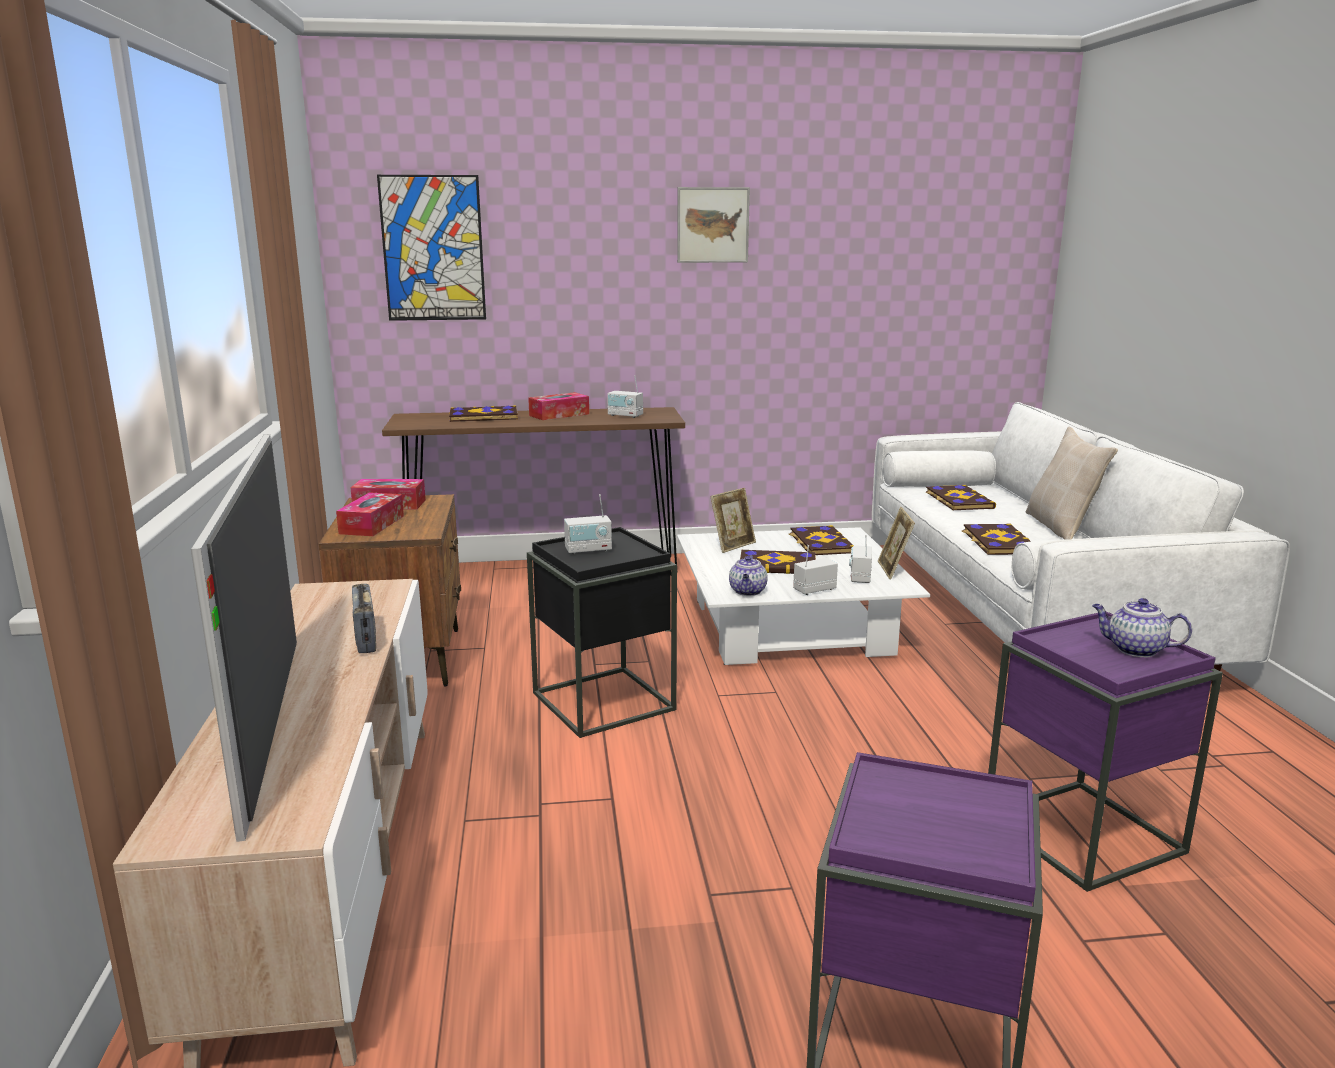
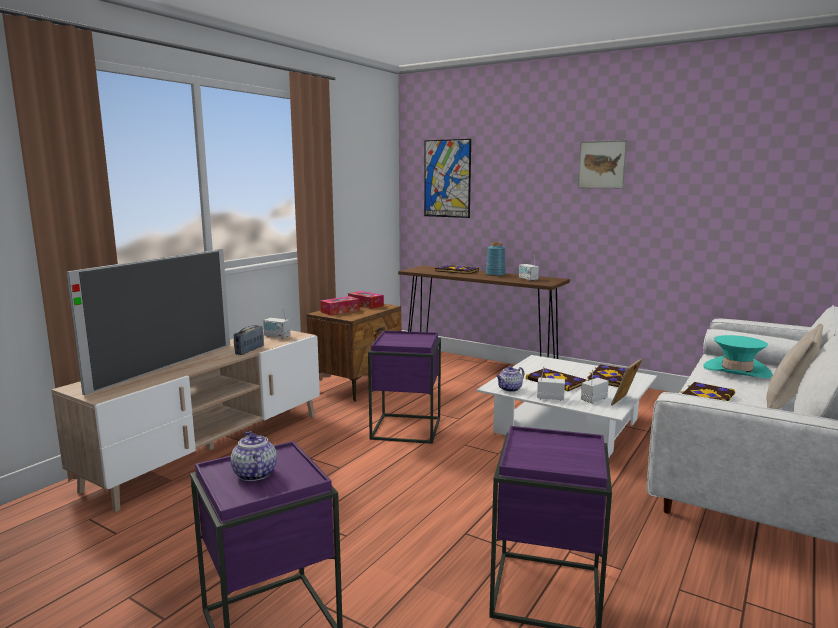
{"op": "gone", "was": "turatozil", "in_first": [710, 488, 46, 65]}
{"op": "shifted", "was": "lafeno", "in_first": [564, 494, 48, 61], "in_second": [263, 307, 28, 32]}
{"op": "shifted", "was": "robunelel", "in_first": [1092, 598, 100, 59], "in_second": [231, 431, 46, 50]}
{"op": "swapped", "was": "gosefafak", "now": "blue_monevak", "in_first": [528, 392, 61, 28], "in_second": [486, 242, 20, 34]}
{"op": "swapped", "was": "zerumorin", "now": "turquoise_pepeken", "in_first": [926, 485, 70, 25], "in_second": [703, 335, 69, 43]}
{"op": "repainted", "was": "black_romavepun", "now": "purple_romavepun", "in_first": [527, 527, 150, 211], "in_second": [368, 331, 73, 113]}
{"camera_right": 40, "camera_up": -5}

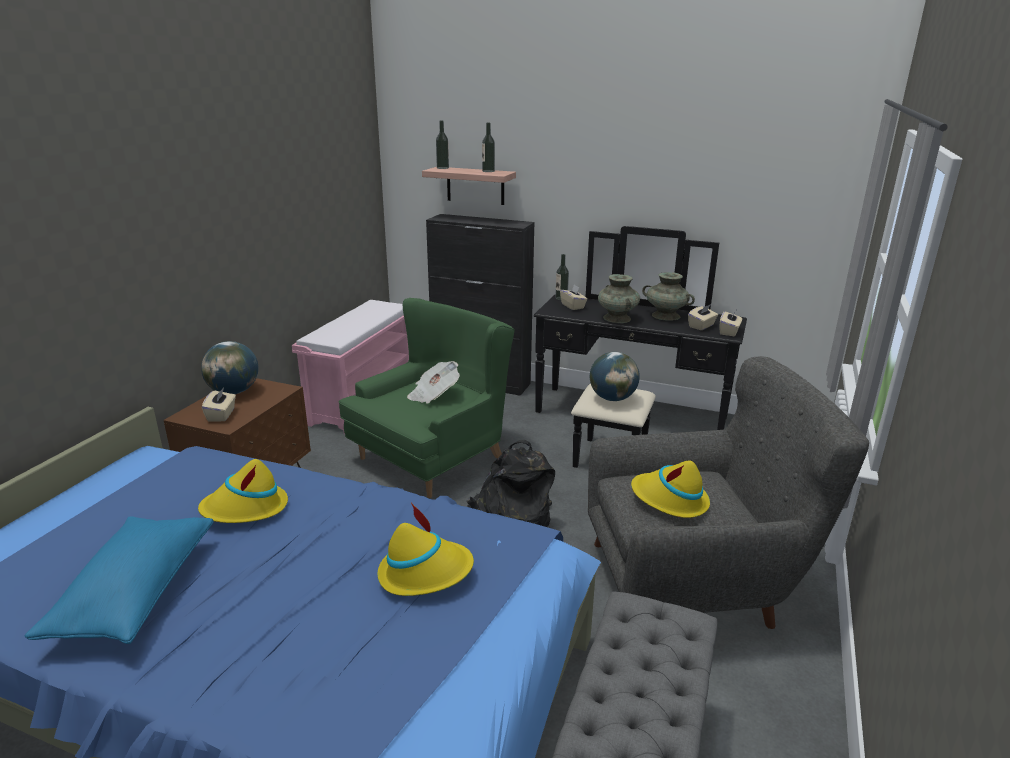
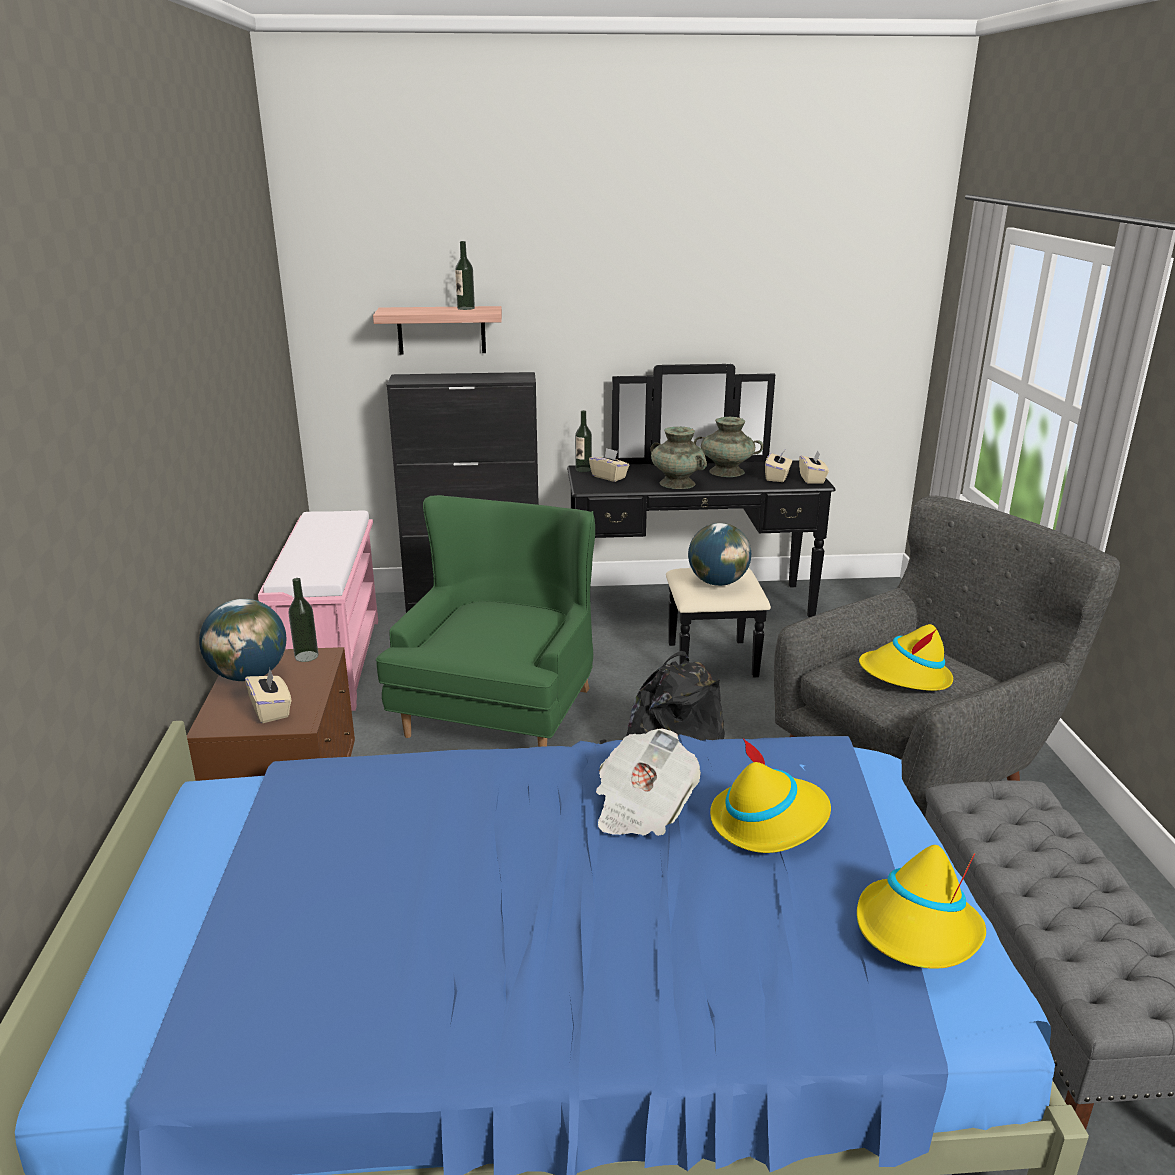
{"op": "gone", "was": "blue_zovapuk", "in_first": [25, 516, 189, 128]}
{"op": "shifted", "was": "yellow_pepeken", "in_first": [198, 459, 90, 64], "in_second": [857, 845, 129, 124]}
{"op": "shifted", "was": "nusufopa", "in_first": [407, 361, 53, 43], "in_second": [596, 728, 105, 108]}
{"op": "shifted", "was": "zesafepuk", "in_first": [436, 121, 13, 48], "in_second": [288, 578, 30, 84]}
{"camera_right": -25, "camera_up": 0}

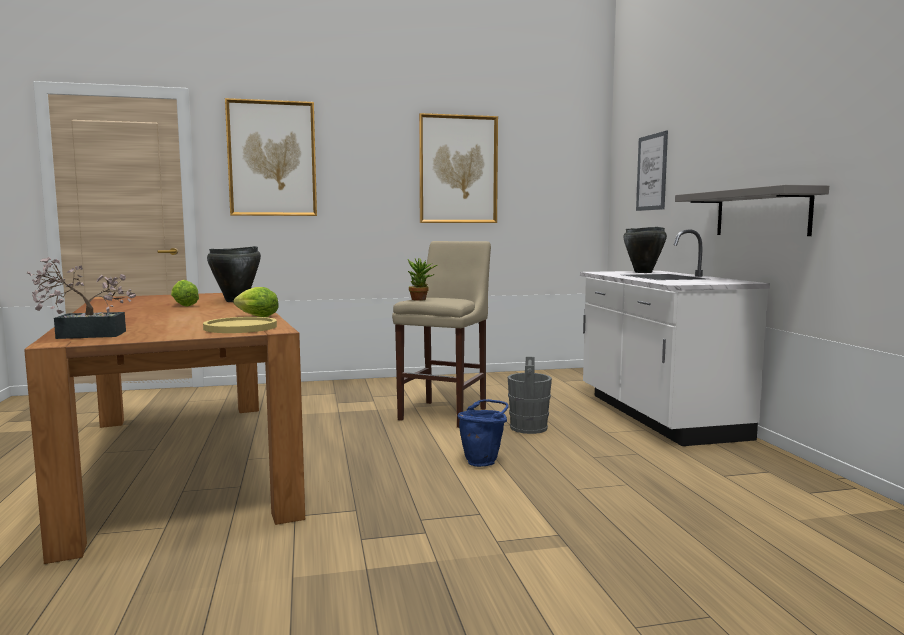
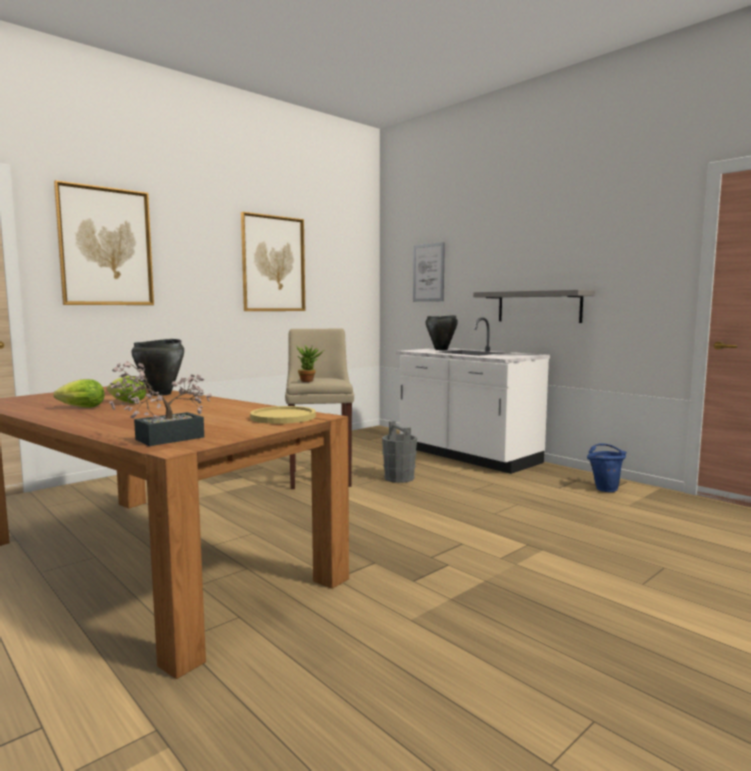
{"op": "shifted", "was": "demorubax", "in_first": [233, 287, 46, 30], "in_second": [54, 379, 51, 29]}
{"op": "shifted", "was": "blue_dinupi", "in_first": [457, 399, 51, 68], "in_second": [587, 443, 39, 49]}
{"camera_right": -30, "camera_up": 0}

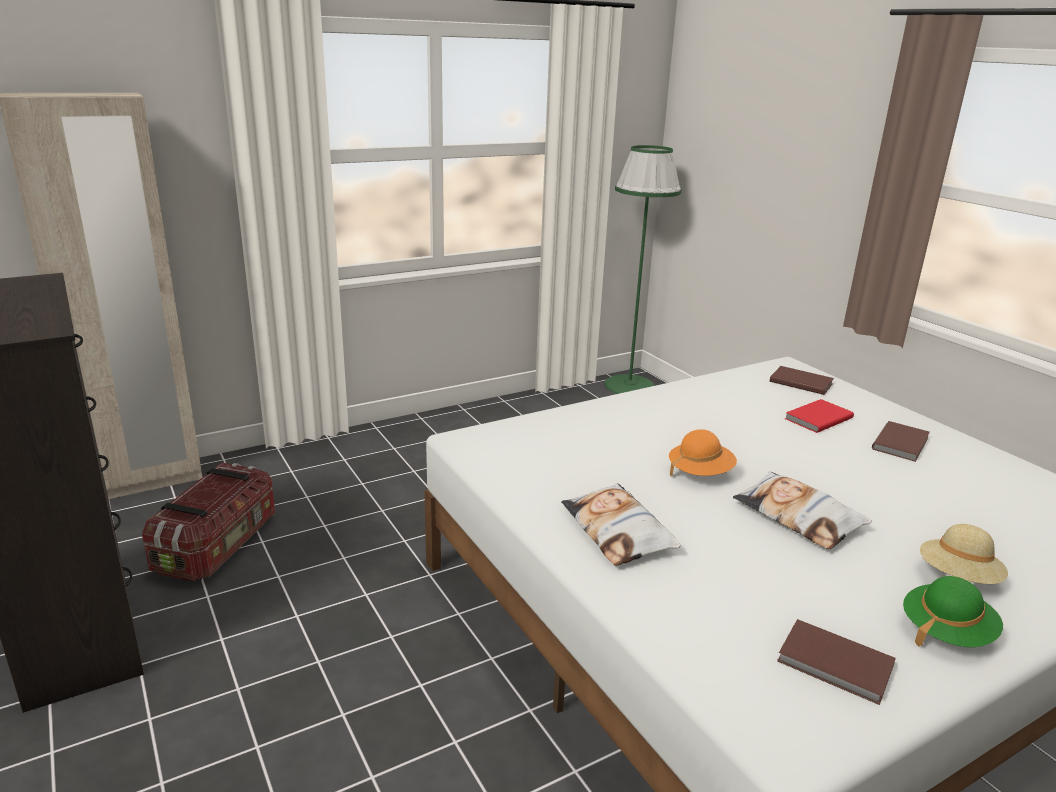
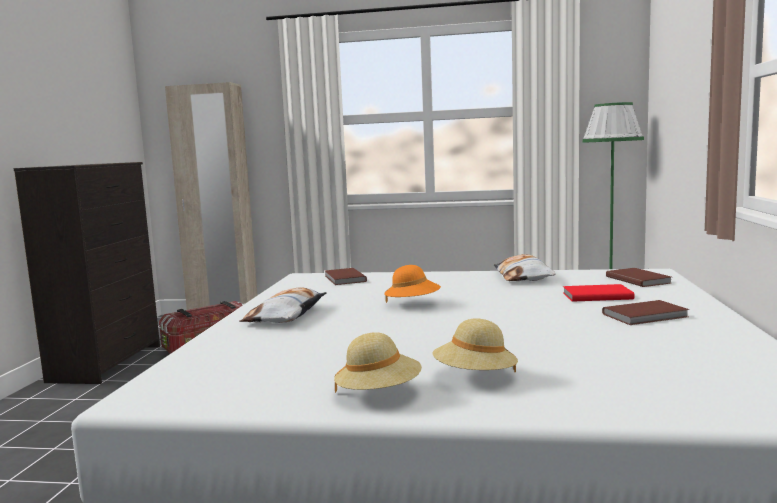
{"op": "shifted", "was": "zovapuk", "in_first": [733, 472, 139, 78], "in_second": [494, 254, 61, 27]}
{"op": "shifted", "was": "brown_zerumorin", "in_first": [777, 619, 119, 86], "in_second": [325, 268, 42, 17]}
{"op": "repainted", "was": "green_pepeken", "now": "beige_pepeken", "in_first": [903, 576, 100, 71], "in_second": [334, 332, 88, 61]}
{"camera_right": 40, "camera_up": -15}

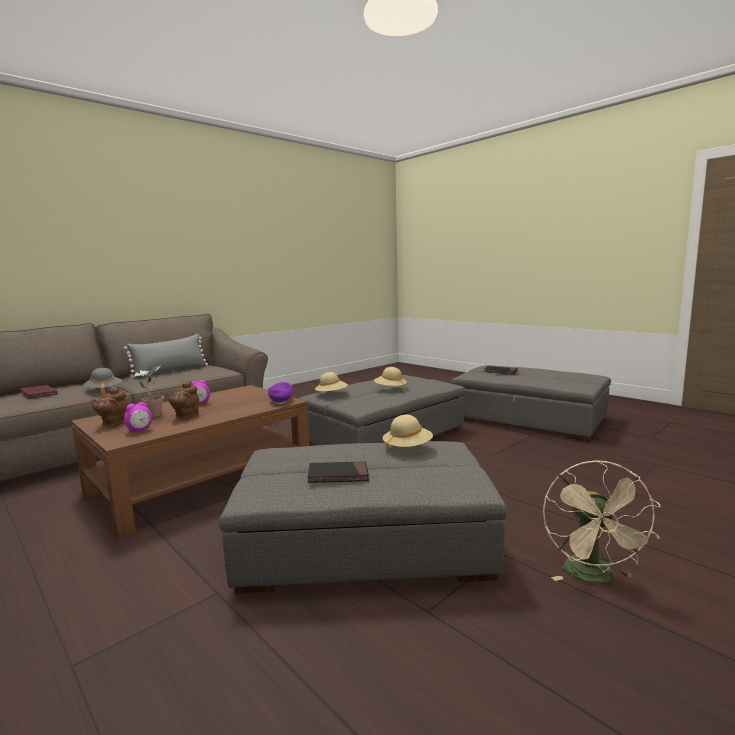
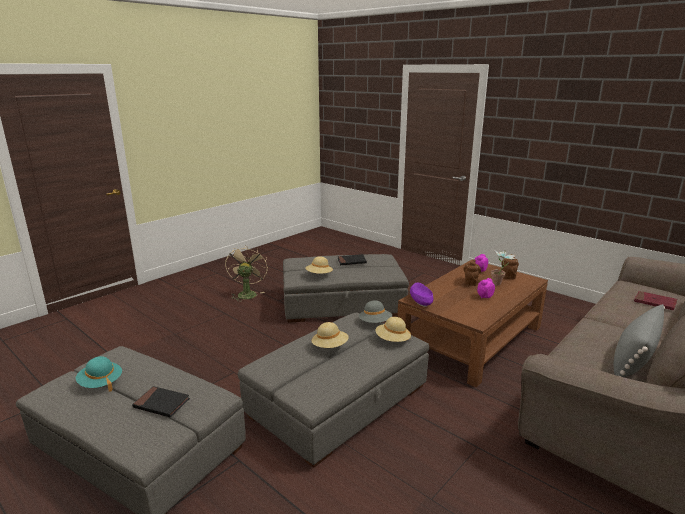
{"op": "new", "now": "turquoise_pepeken", "in_second": [76, 356, 46, 36]}
{"op": "shifted", "was": "grey_pepeken", "in_first": [84, 368, 38, 27], "in_second": [359, 300, 33, 23]}
{"camera_right": 175, "camera_up": 10}

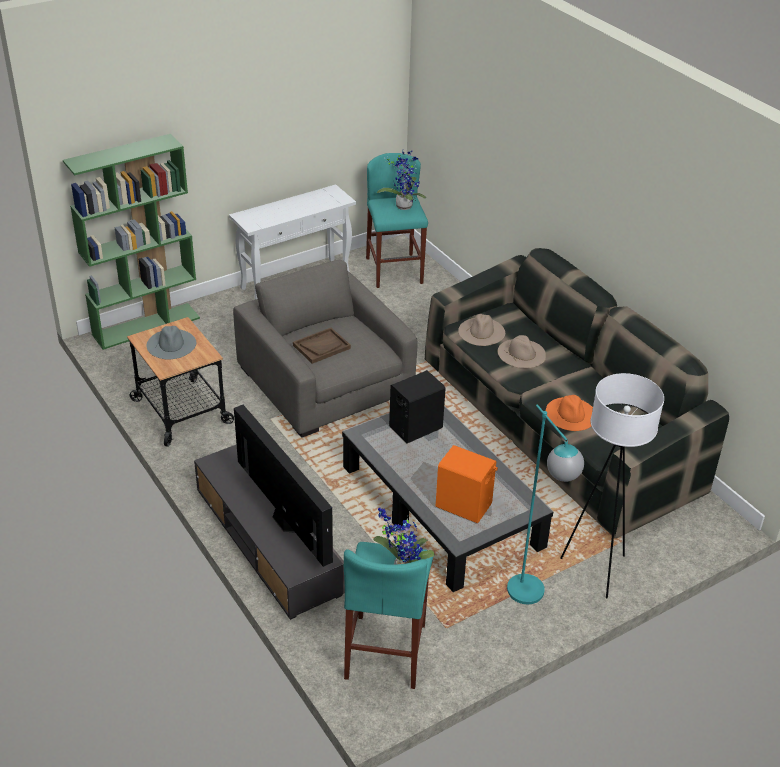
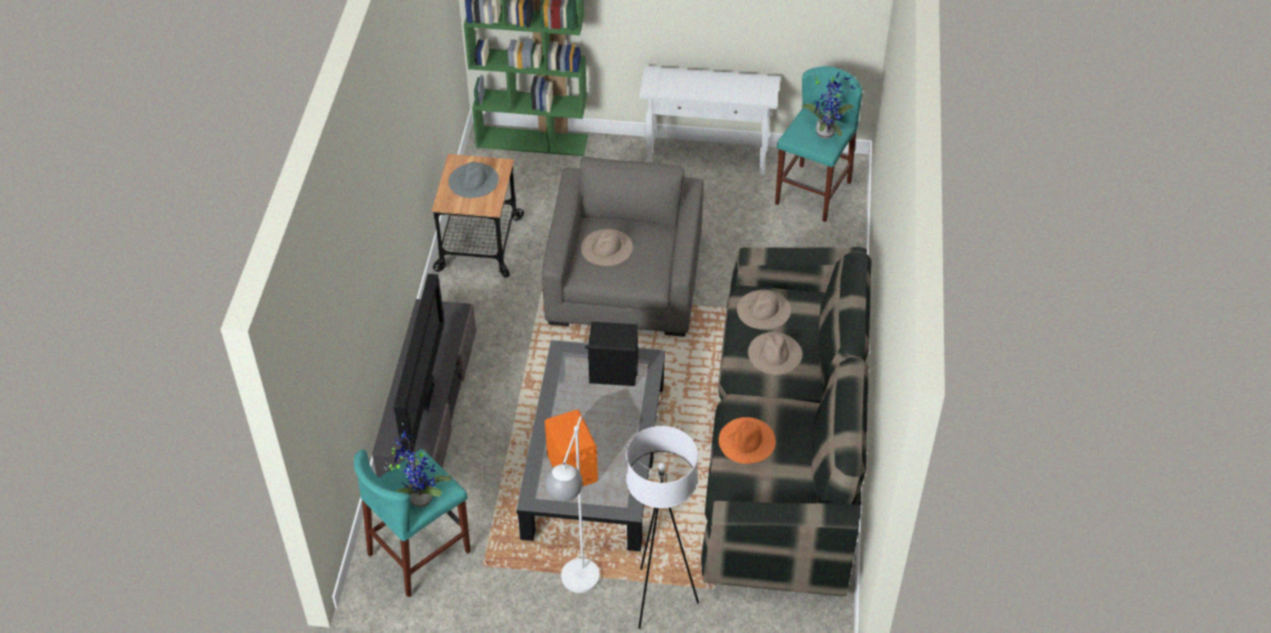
{"op": "swapped", "was": "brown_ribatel", "now": "beige_pepeken", "in_first": [293, 327, 58, 37], "in_second": [581, 229, 52, 37]}
{"op": "repainted", "was": "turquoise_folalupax", "now": "white_folalupax", "in_first": [507, 404, 77, 200], "in_second": [545, 416, 55, 177]}
{"camera_right": 40, "camera_up": 10}

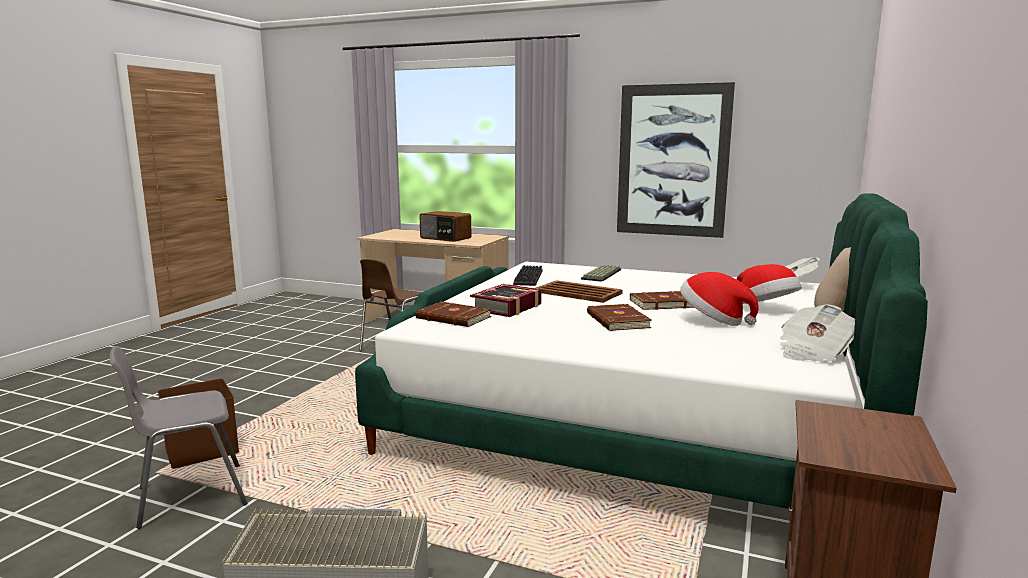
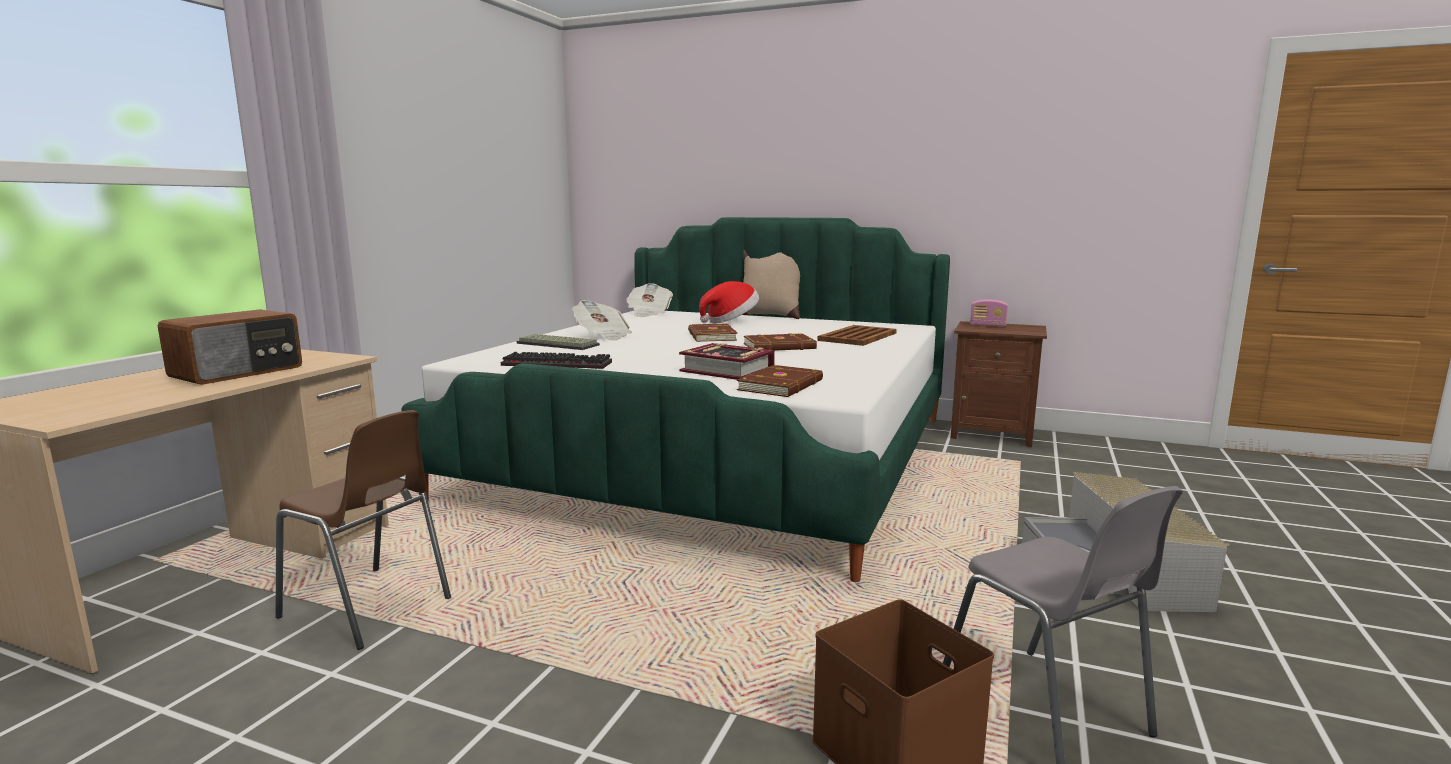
{"op": "gone", "was": "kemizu", "in_first": [617, 82, 118, 156]}
{"op": "gone", "was": "pepeken", "in_first": [680, 272, 79, 54]}
{"op": "new", "now": "lafeno", "in_second": [970, 299, 38, 28]}
{"op": "shifted", "was": "brown_ribatel", "in_first": [536, 280, 87, 23], "in_second": [817, 325, 80, 21]}
{"op": "shifted", "was": "nusufopa", "in_first": [780, 304, 75, 57], "in_second": [572, 300, 60, 41]}
{"camera_right": -90, "camera_up": 0}

